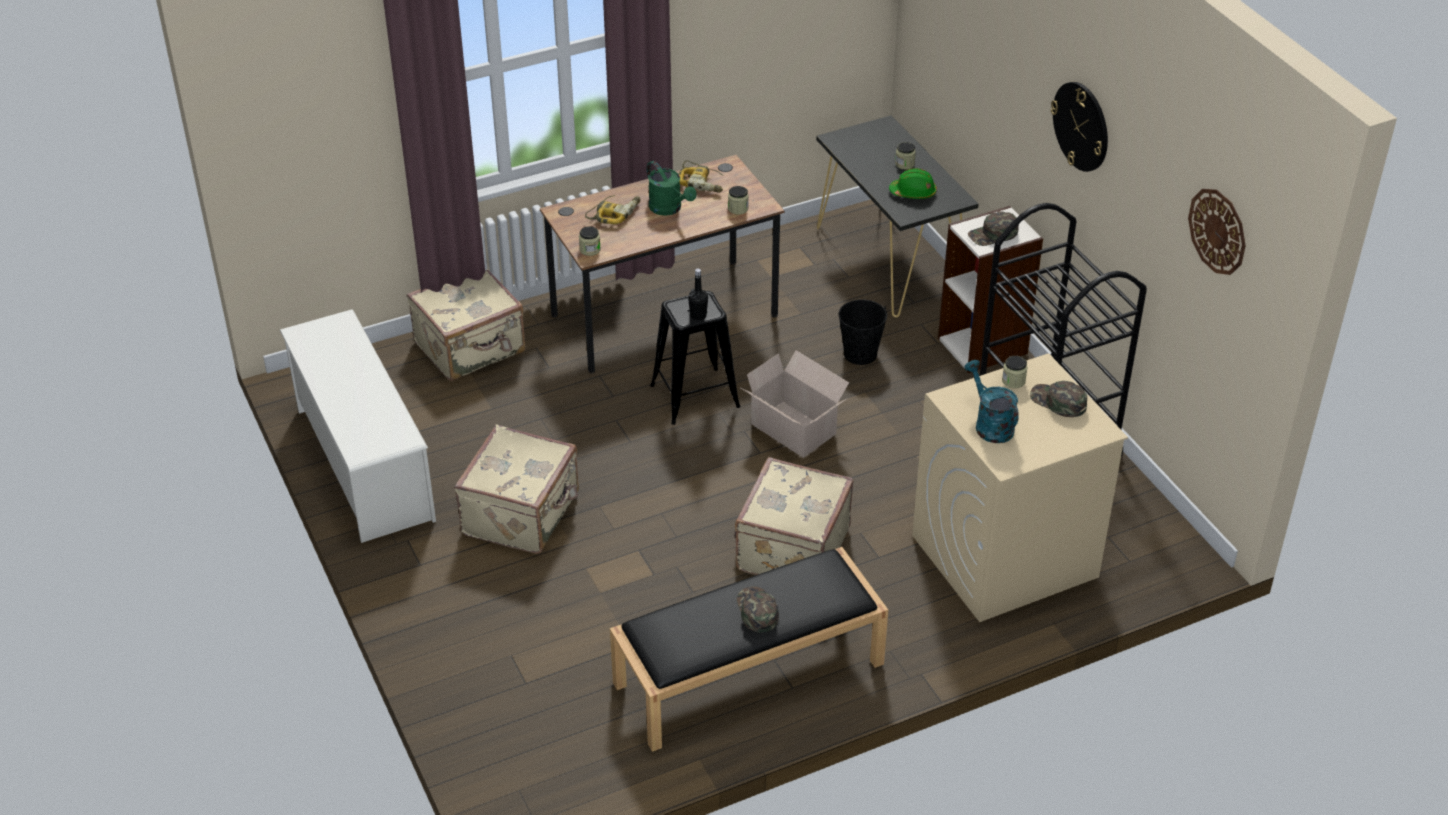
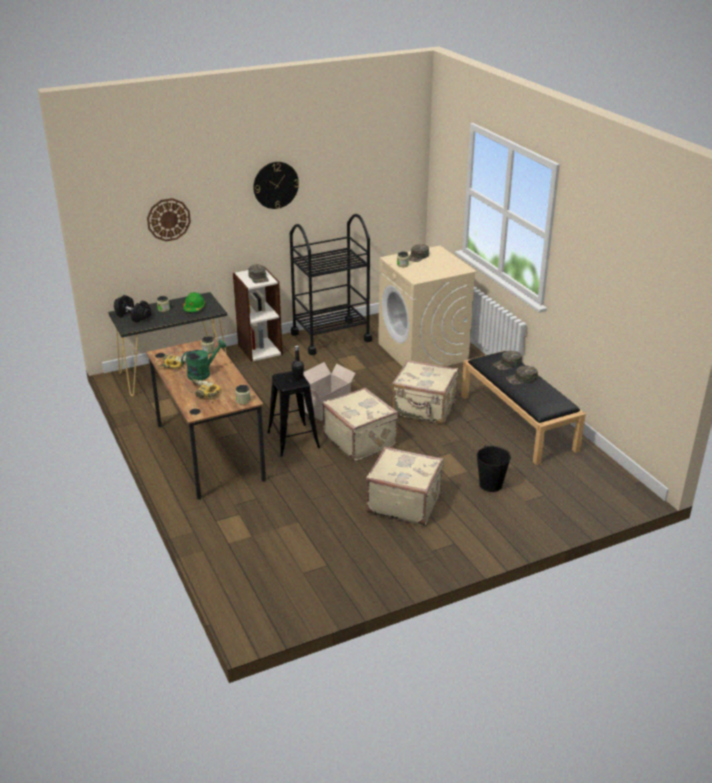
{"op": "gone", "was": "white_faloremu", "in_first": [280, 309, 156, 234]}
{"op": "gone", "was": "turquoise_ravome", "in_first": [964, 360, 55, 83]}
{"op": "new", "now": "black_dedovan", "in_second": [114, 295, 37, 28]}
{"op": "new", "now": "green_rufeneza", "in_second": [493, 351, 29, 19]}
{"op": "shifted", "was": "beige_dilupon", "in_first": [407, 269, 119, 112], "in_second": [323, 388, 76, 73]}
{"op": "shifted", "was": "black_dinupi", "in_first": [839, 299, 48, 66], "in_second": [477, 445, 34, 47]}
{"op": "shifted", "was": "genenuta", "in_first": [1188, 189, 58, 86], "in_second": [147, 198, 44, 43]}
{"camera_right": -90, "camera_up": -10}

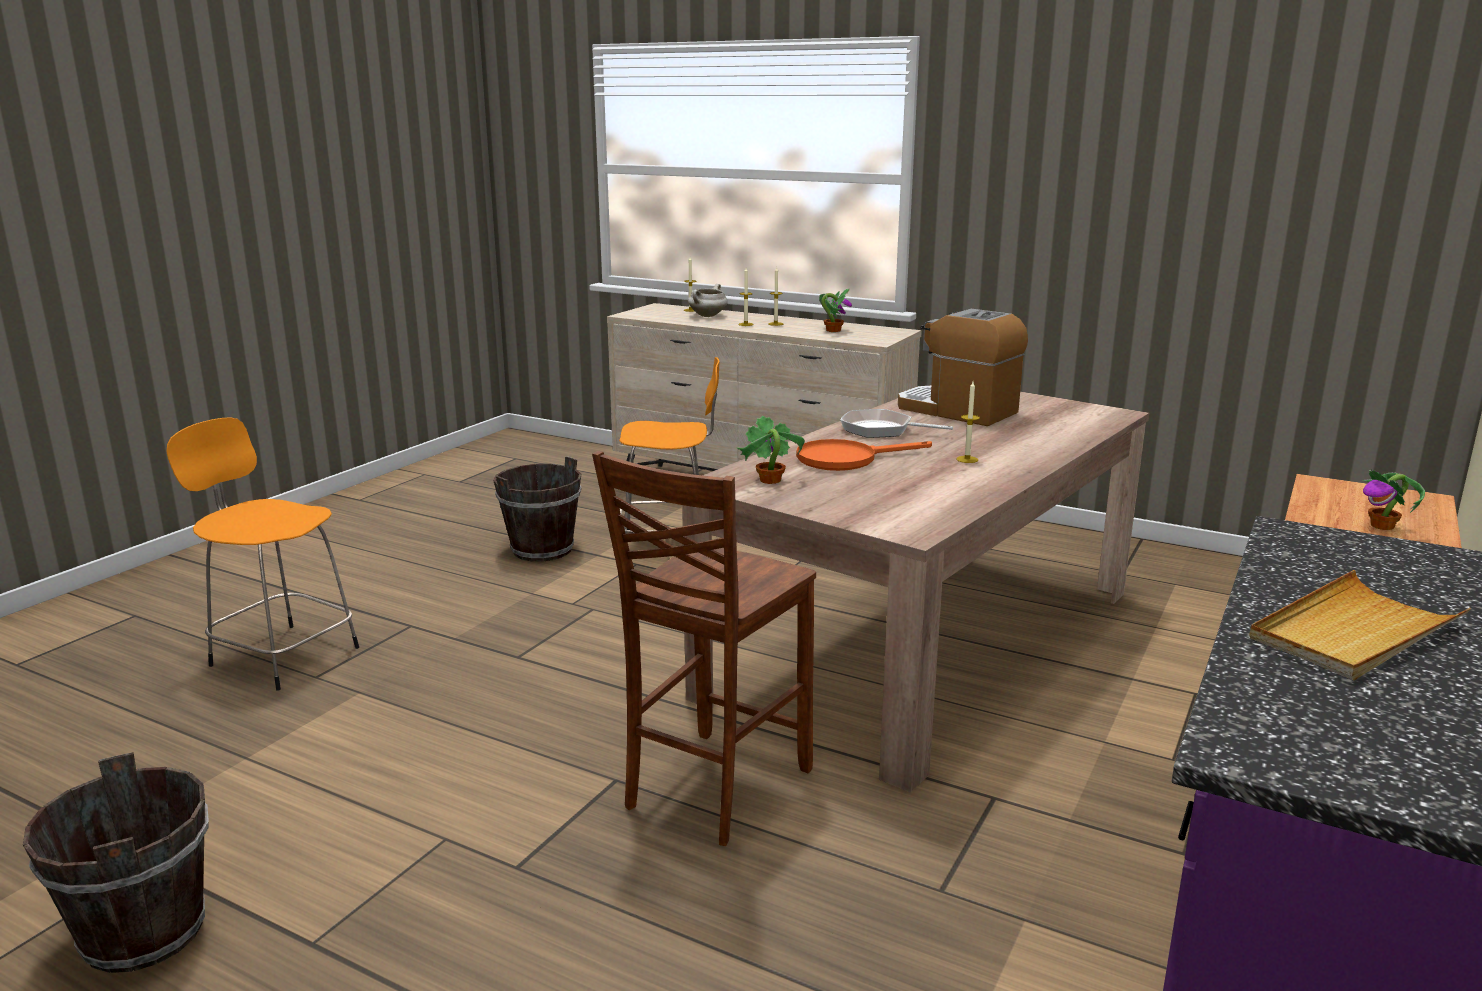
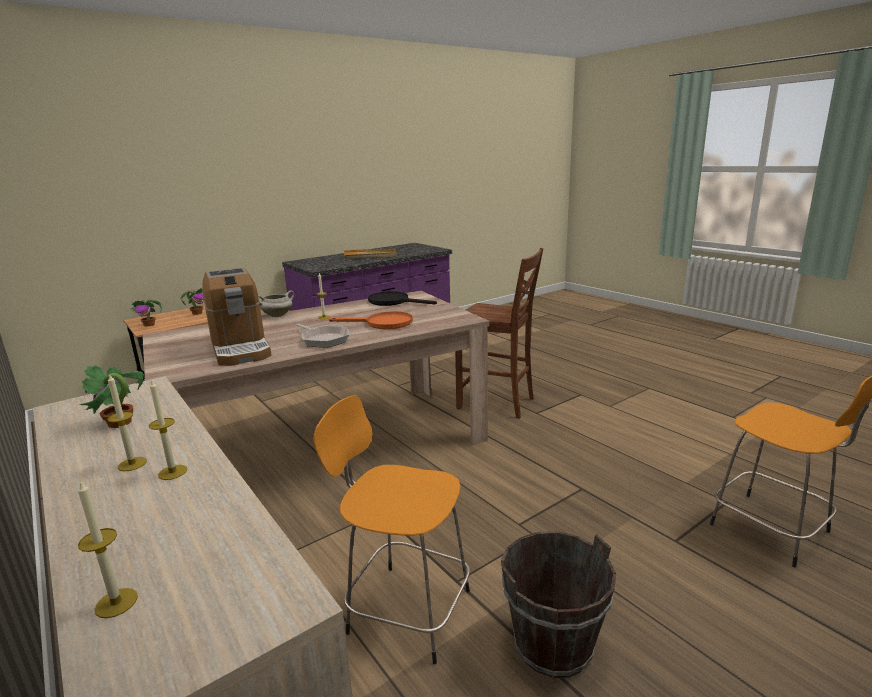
{"op": "gone", "was": "brown_dinupi", "in_first": [23, 752, 186, 221]}
{"op": "new", "now": "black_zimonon", "in_second": [368, 291, 69, 15]}
{"op": "shifted", "was": "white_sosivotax", "in_first": [688, 284, 40, 33], "in_second": [258, 291, 36, 26]}
{"op": "shifted", "was": "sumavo", "in_first": [737, 416, 68, 68], "in_second": [130, 299, 32, 27]}
{"op": "rotated", "was": "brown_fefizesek", "in_first": [592, 451, 224, 395], "in_second": [455, 248, 88, 171], "clockwise": 60}
{"camera_right": -155, "camera_up": 0}

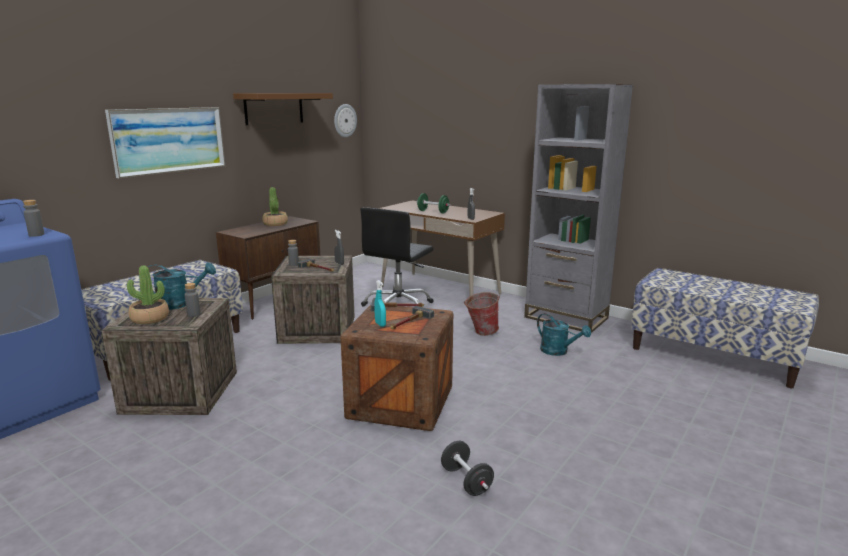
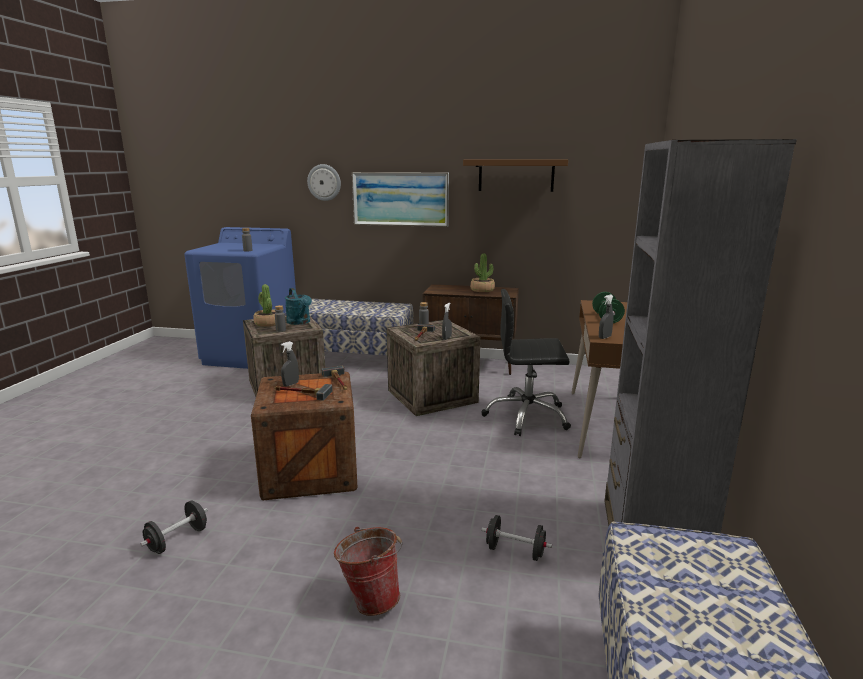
{"op": "shifted", "was": "genenuta", "in_first": [334, 104, 23, 33], "in_second": [307, 164, 34, 37]}
{"op": "shifted", "was": "dinupi", "in_first": [464, 292, 36, 44], "in_second": [334, 527, 68, 89]}
{"op": "swapped", "was": "turquoise_ravome", "now": "black_dedovan", "in_first": [537, 313, 54, 43], "in_second": [481, 515, 71, 46]}
{"op": "repainted", "was": "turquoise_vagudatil", "now": "grey_vagudatil", "in_first": [374, 280, 12, 47], "in_second": [281, 341, 18, 46]}
{"camera_right": 65, "camera_up": 0}

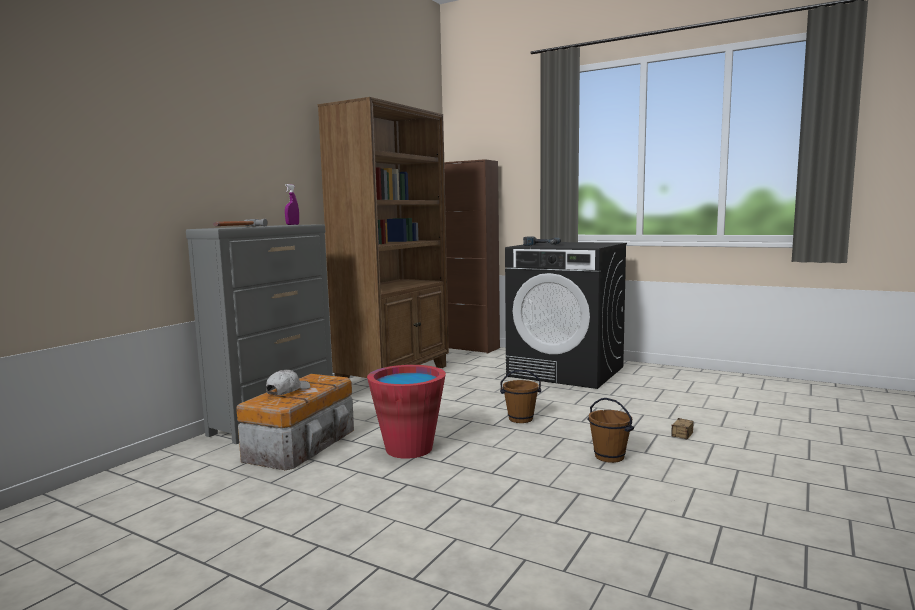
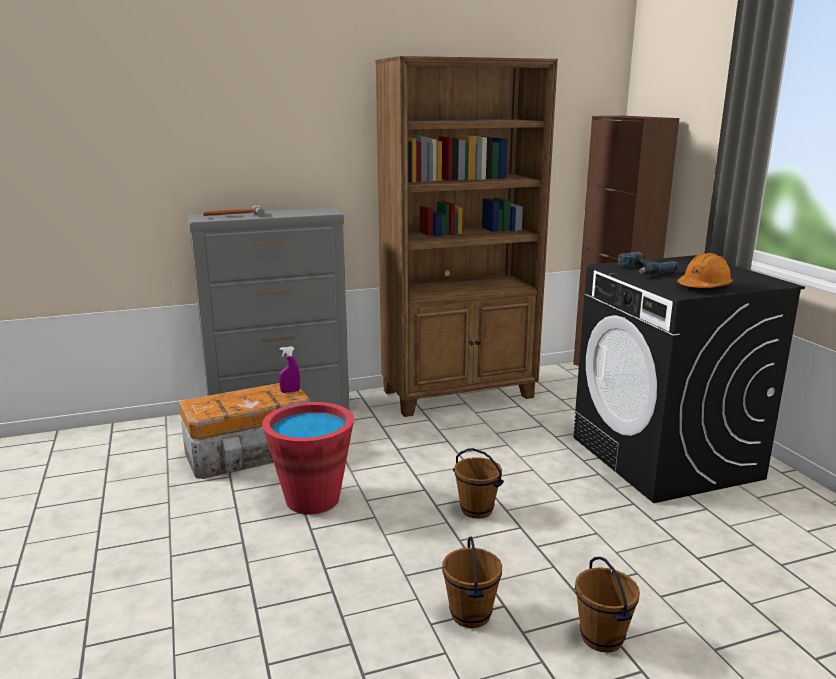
{"op": "gone", "was": "white_rufeneza", "in_first": [266, 370, 44, 25]}
{"op": "new", "now": "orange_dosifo", "in_second": [677, 253, 56, 35]}
{"op": "shifted", "was": "purple_vagudatil", "in_first": [285, 184, 14, 41], "in_second": [279, 346, 21, 47]}
{"op": "swapped", "was": "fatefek", "now": "brown_dinupi", "in_first": [671, 407, 23, 32], "in_second": [575, 557, 65, 96]}
{"camera_right": 40, "camera_up": 10}

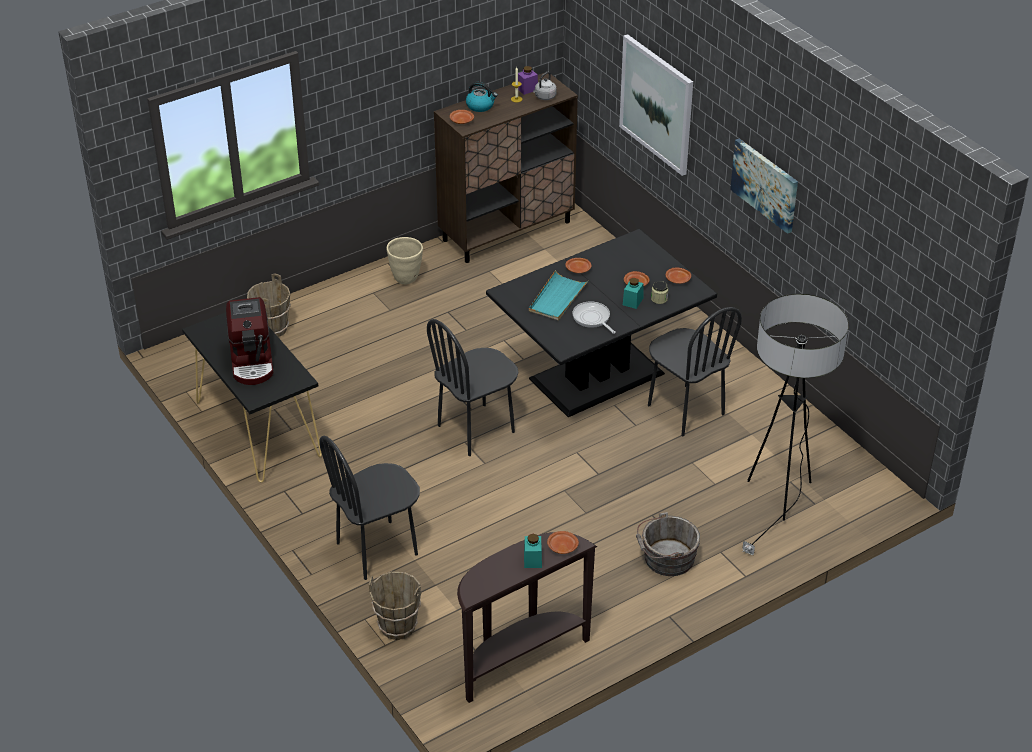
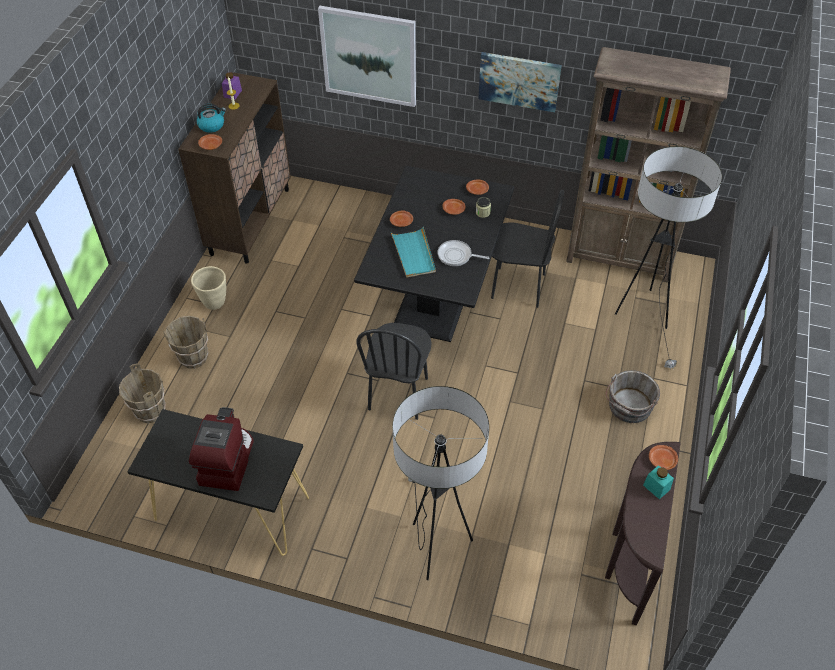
{"op": "gone", "was": "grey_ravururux", "in_first": [533, 72, 24, 28]}
{"op": "gone", "was": "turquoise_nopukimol", "in_first": [623, 278, 21, 31]}
{"op": "new", "now": "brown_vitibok", "in_second": [566, 47, 165, 236]}
{"op": "shifted", "was": "brown_dinupi", "in_first": [369, 571, 52, 69], "in_second": [163, 316, 46, 53]}
{"op": "swapped", "was": "black_fefizesek", "now": "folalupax", "in_first": [319, 435, 101, 145], "in_second": [392, 386, 97, 194]}
{"op": "rotated", "was": "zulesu", "in_first": [226, 297, 47, 88], "in_second": [189, 407, 65, 84], "clockwise": -120}
{"camera_right": -40, "camera_up": 10}

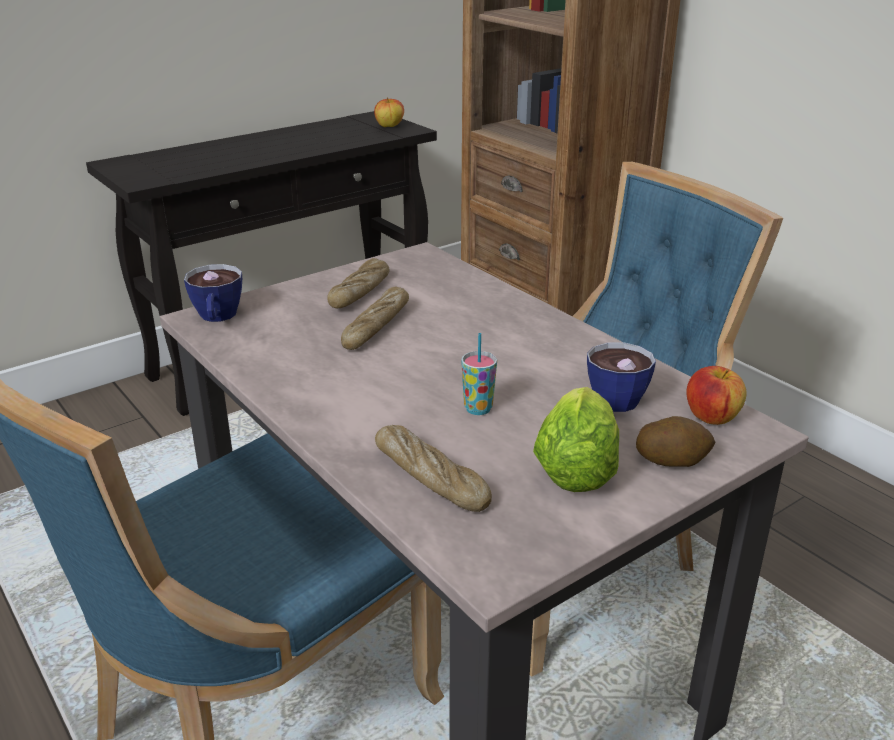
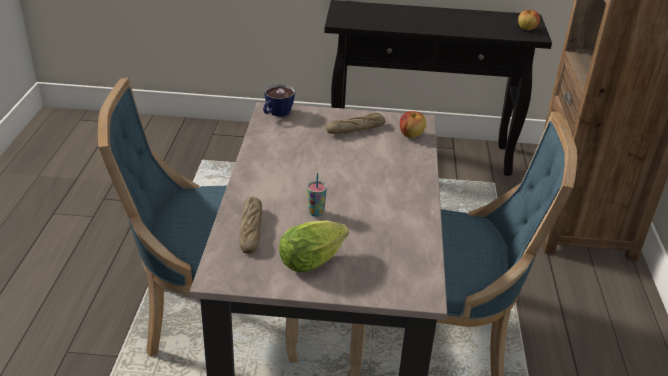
{"op": "gone", "was": "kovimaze", "in_first": [341, 287, 68, 63]}
{"op": "gone", "was": "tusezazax", "in_first": [587, 343, 69, 69]}
{"op": "gone", "was": "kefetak", "in_first": [636, 416, 79, 51]}
{"op": "shifted", "was": "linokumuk", "in_first": [686, 366, 60, 59], "in_second": [400, 111, 26, 27]}
{"camera_right": 40, "camera_up": 5}

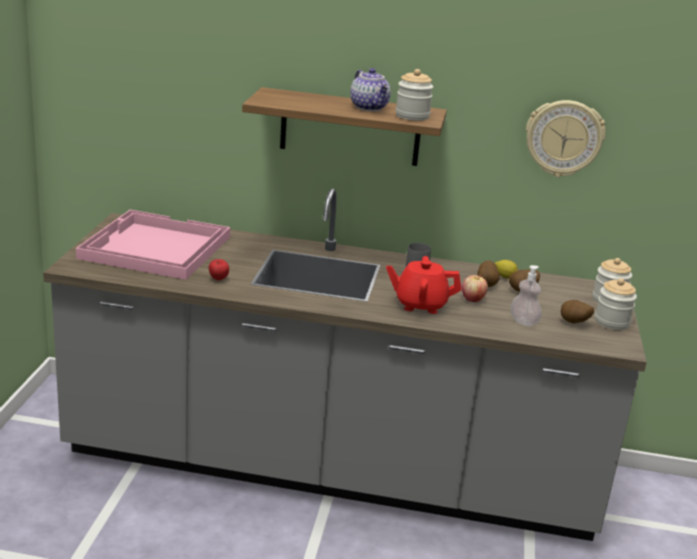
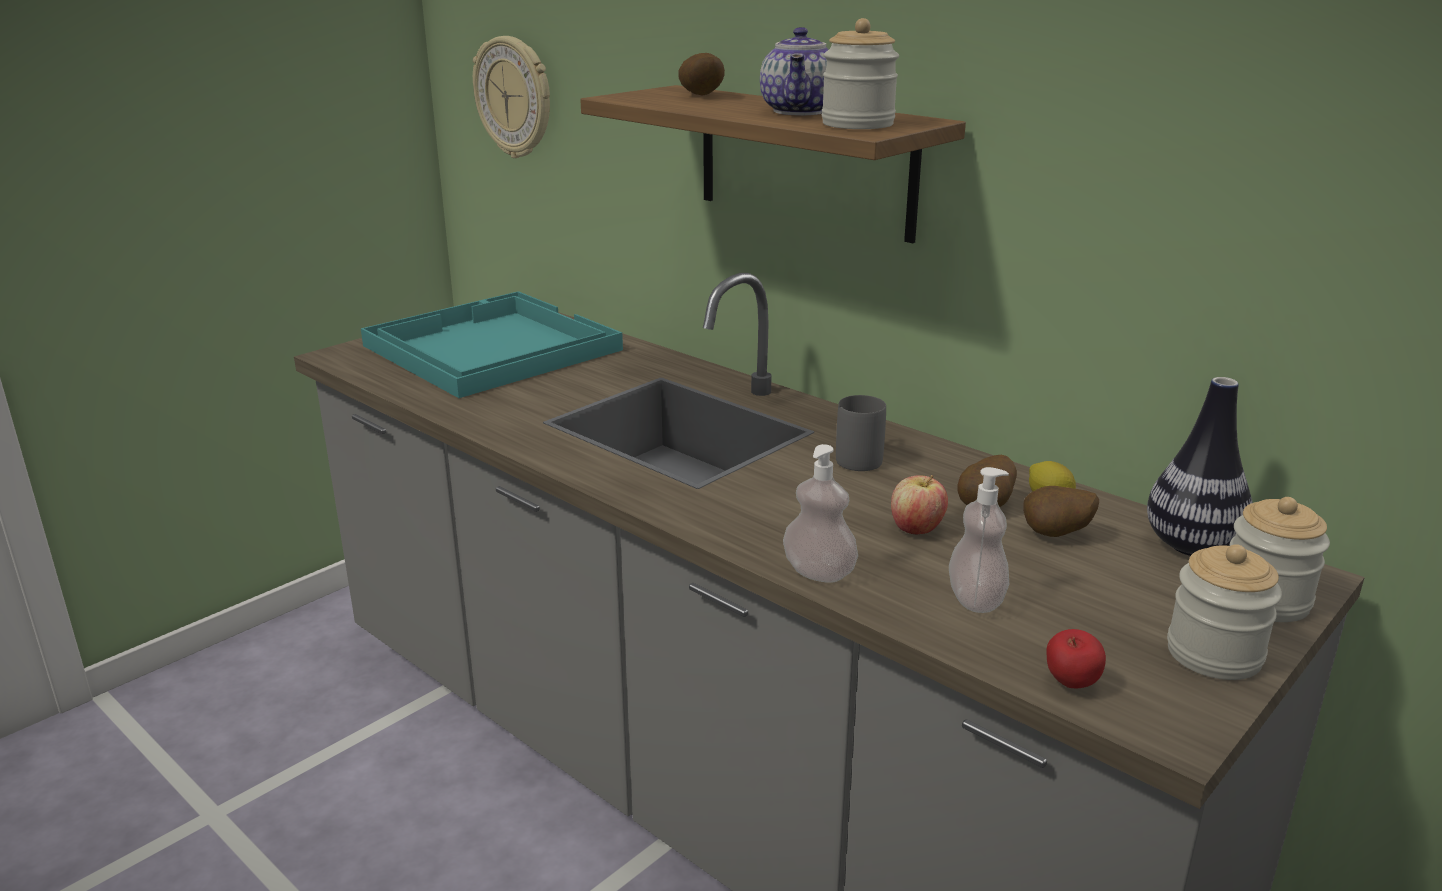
{"op": "gone", "was": "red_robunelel", "in_first": [386, 256, 75, 58]}
{"op": "new", "now": "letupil", "in_second": [783, 444, 75, 139]}
{"op": "new", "now": "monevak", "in_second": [1147, 377, 106, 179]}
{"op": "shifted", "was": "linokumuk", "in_first": [209, 259, 20, 22], "in_second": [1047, 629, 59, 59]}
{"op": "shifted", "was": "genenuta", "in_first": [526, 100, 80, 77], "in_second": [473, 36, 77, 122]}
{"op": "shifted", "was": "kefetak", "in_first": [561, 300, 33, 23], "in_second": [678, 53, 47, 43]}
{"op": "repainted", "was": "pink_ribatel", "now": "turquoise_ribatel", "in_first": [76, 210, 155, 70], "in_second": [361, 291, 262, 107]}
{"camera_right": 35, "camera_up": 0}

